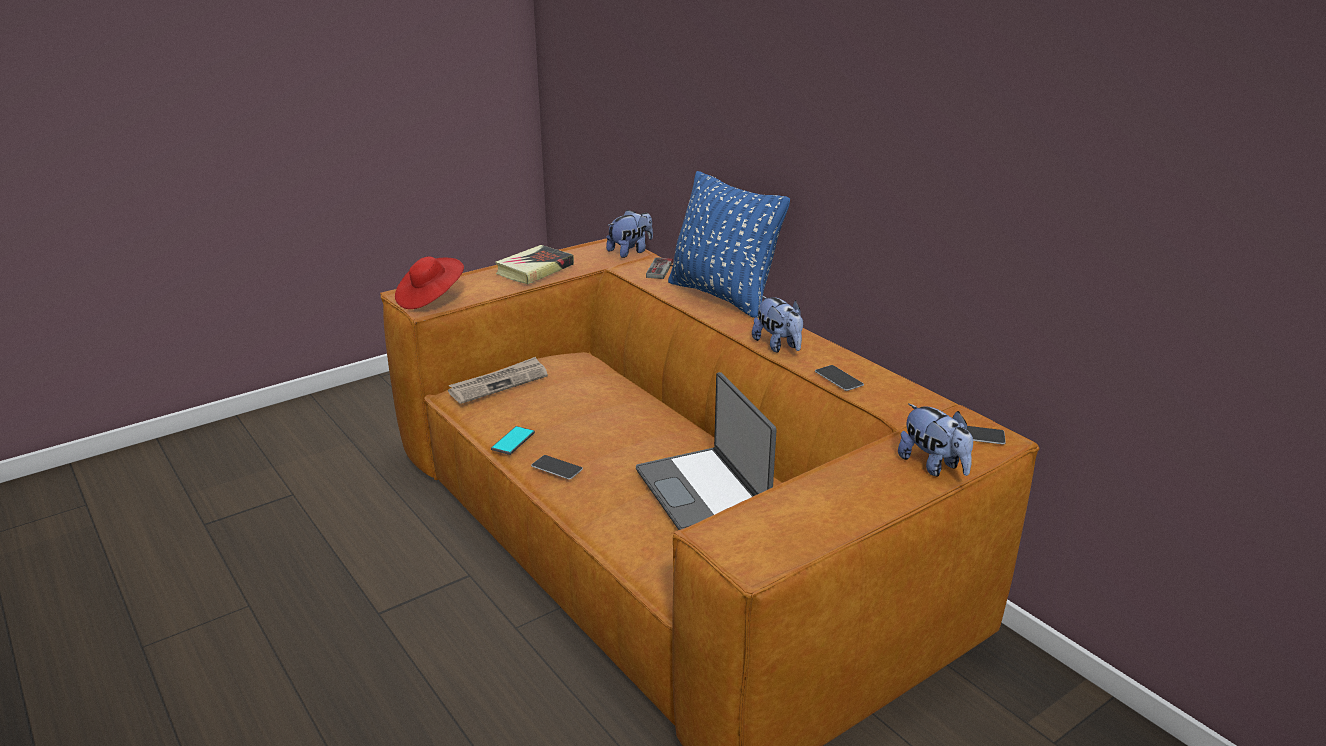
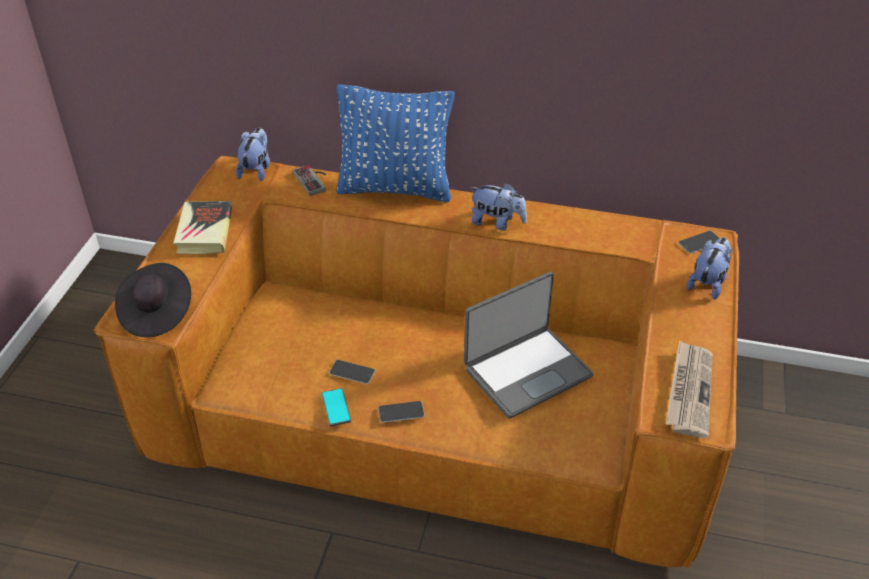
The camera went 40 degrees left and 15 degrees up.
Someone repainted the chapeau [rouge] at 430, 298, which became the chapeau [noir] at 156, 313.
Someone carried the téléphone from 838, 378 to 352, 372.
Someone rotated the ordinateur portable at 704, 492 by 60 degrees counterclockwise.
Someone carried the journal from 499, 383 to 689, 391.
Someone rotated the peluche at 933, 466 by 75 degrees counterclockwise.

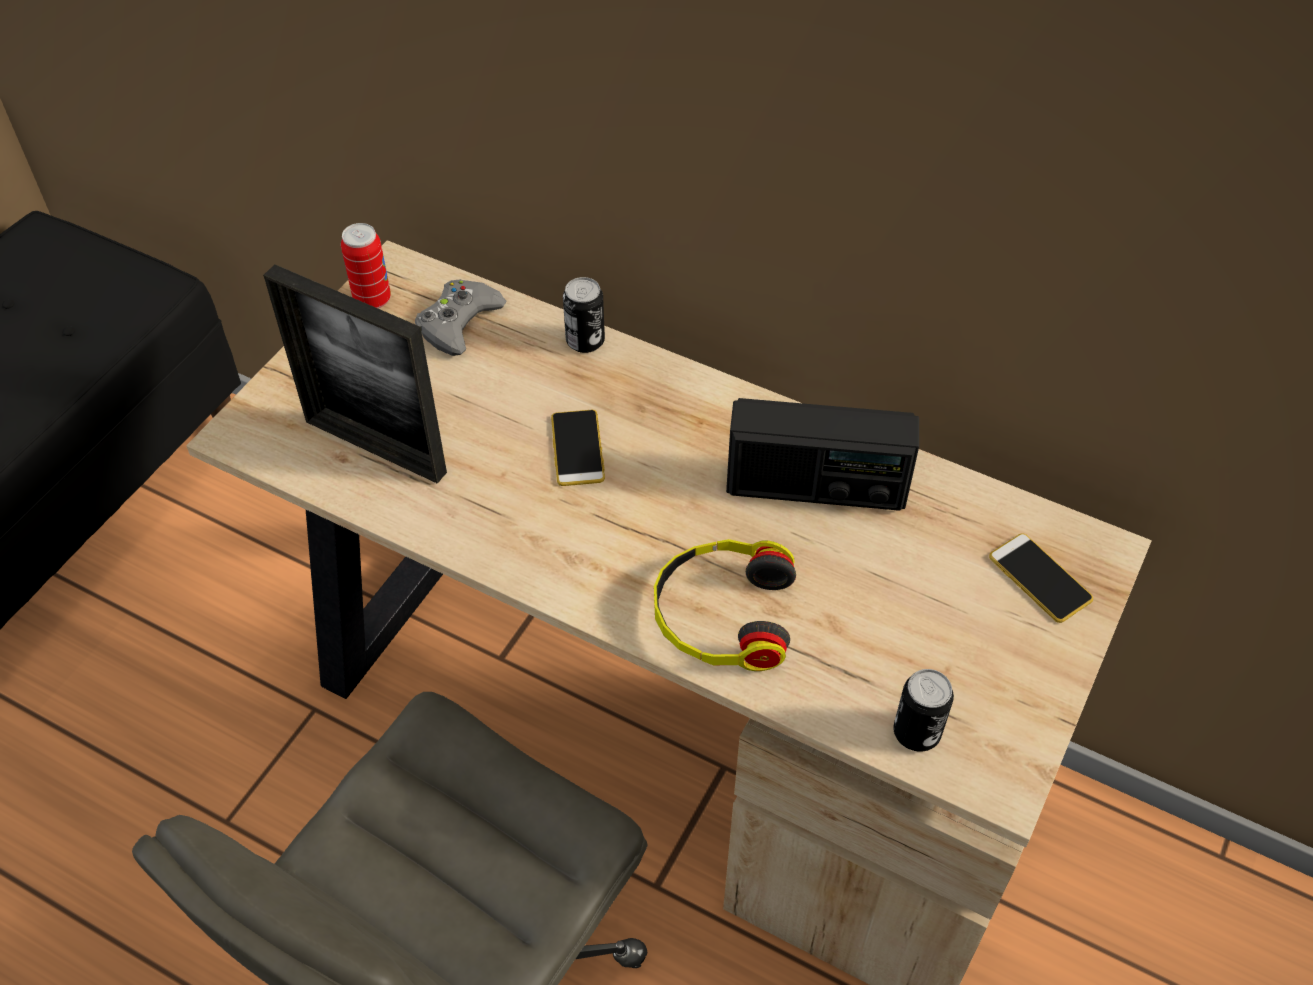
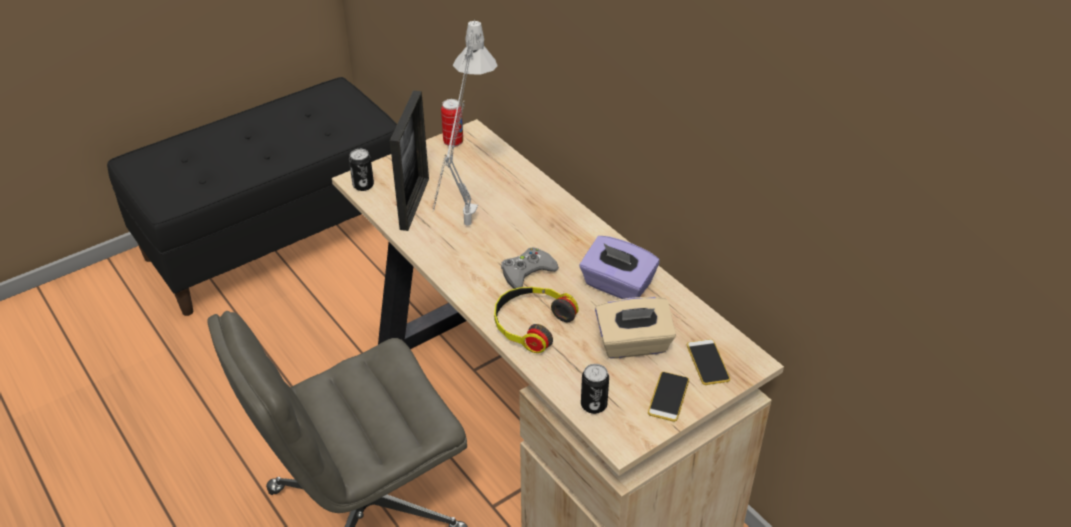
The camera went 25 degrees right and 10 degrees down.
Someone carried the boîte métallique from 585, 341 to 363, 185.
Someone rotated the cadre photo at 375, 447 by 135 degrees counterclockwise.
Someone put down the lampe de table [gris] at 465, 232.
Someone carried the manette [gris] from 459, 322 to 527, 272.
Someone swapped the radio at 816, 487 for the boîte à mouchoirs [violet] at 617, 285.
Someone put down the boîte à mouchoirs [beige] at 633, 344.
Someone carried the téléphone from 577, 448 to 668, 397.

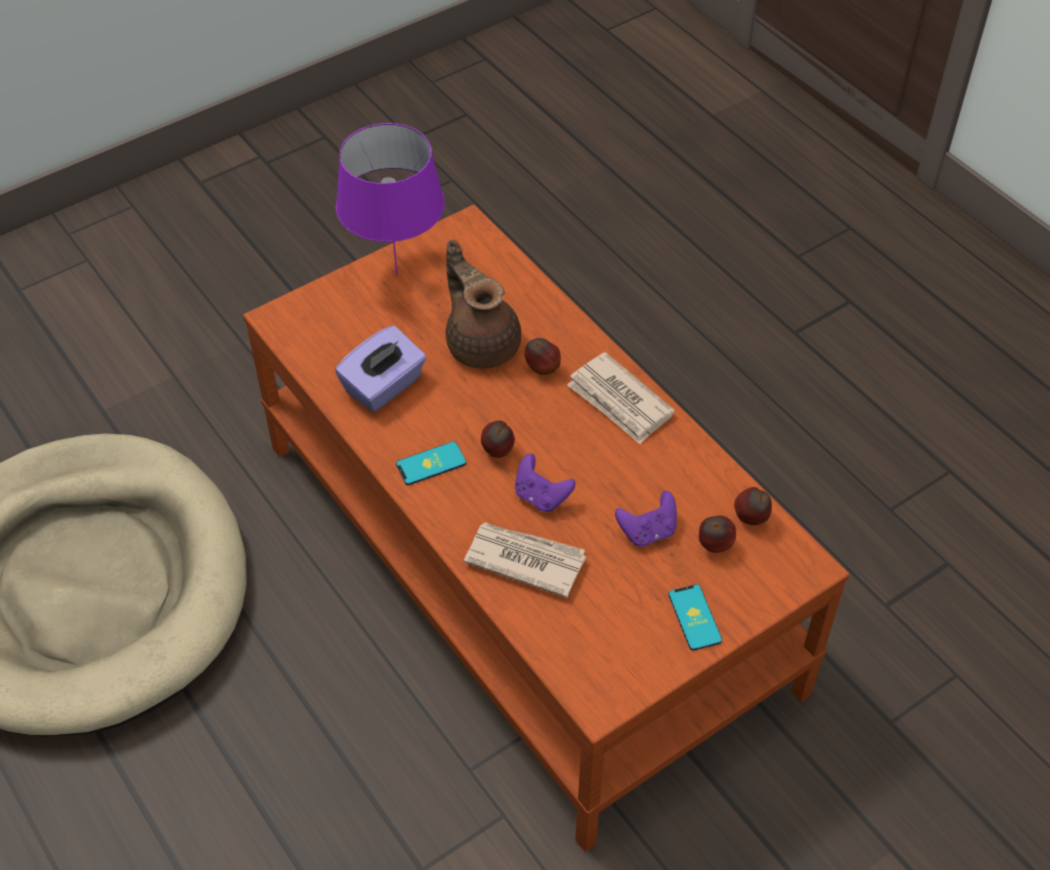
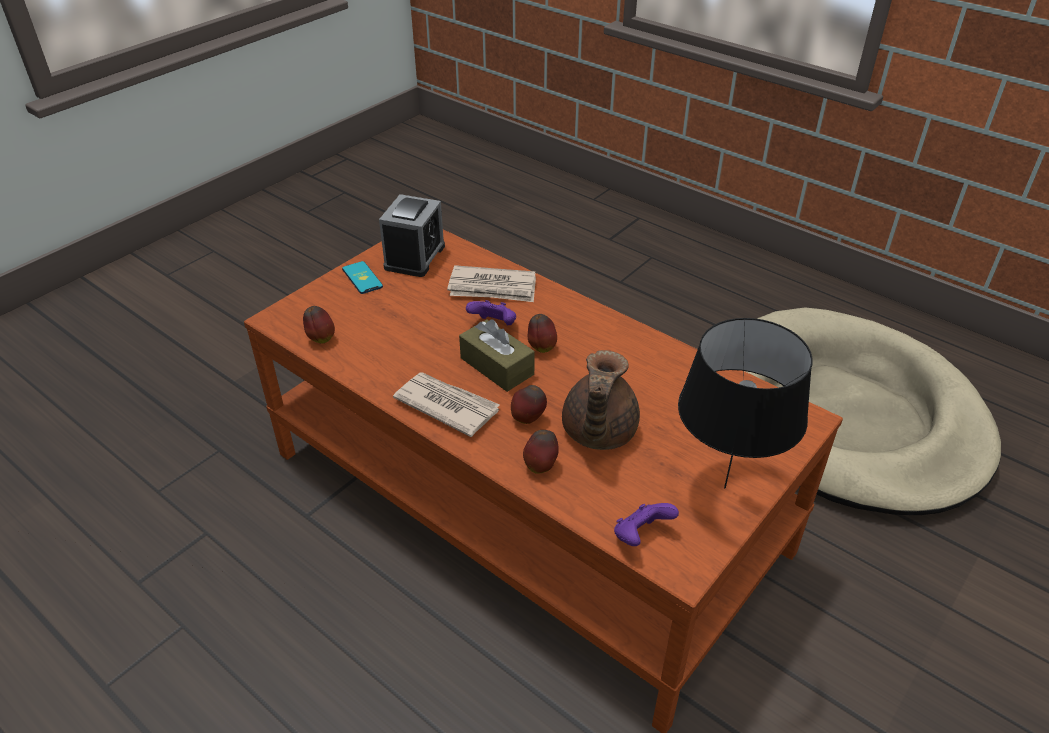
The camera went 165 degrees right and 10 degrees down.
Someone put down the réveil at 414, 257.
Someone put down the boîte à mouchoirs [marron] at 497, 366.
Someone carried the pomme from 714, 546 to 541, 466.
Someone rotated the théière [marron] at 482, 343 by 60 degrees clockwise.
Someone carried the manette [violet] from 648, 532 to 641, 536.
Someone repainted the lampe de table [violet] at 397, 275, which became the lampe de table [noir] at 723, 487.
Someone took away the boîte à mouchoirs [violet] at 384, 386.
Someone took away the téléphone at 431, 464.

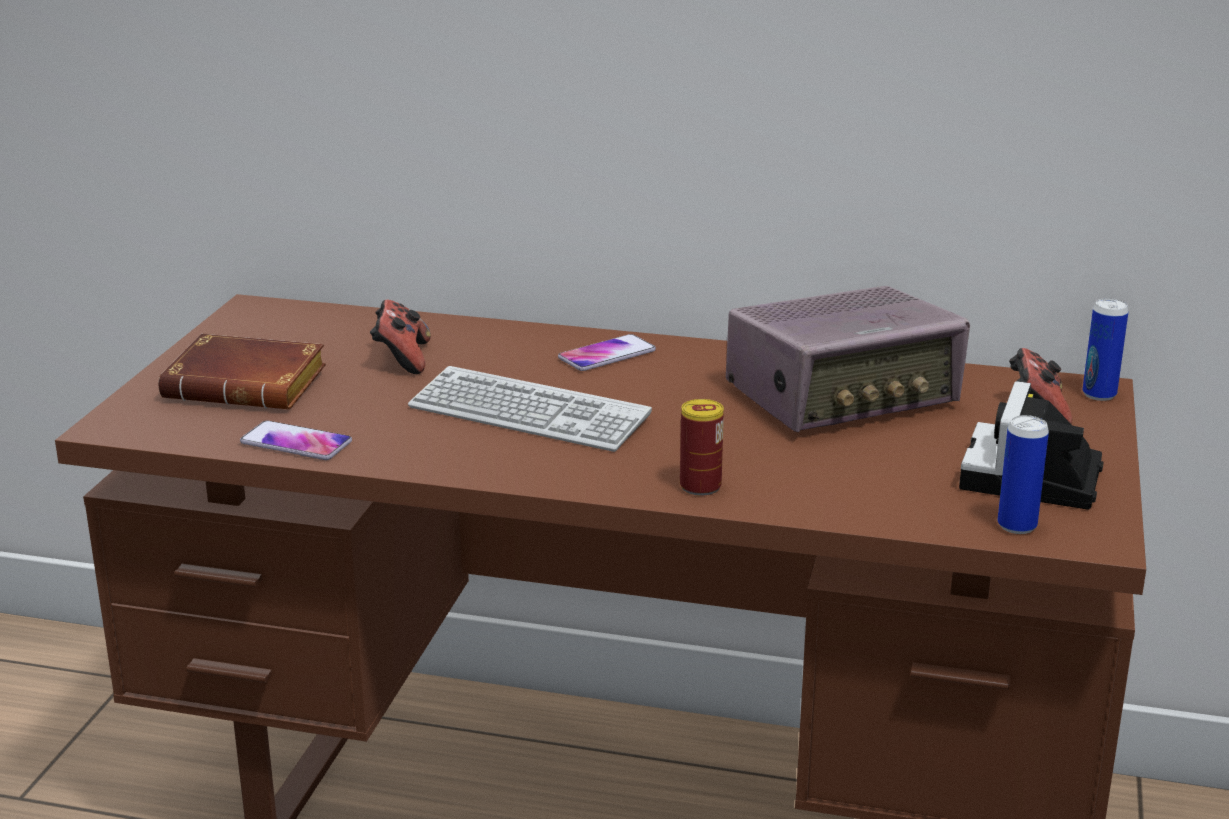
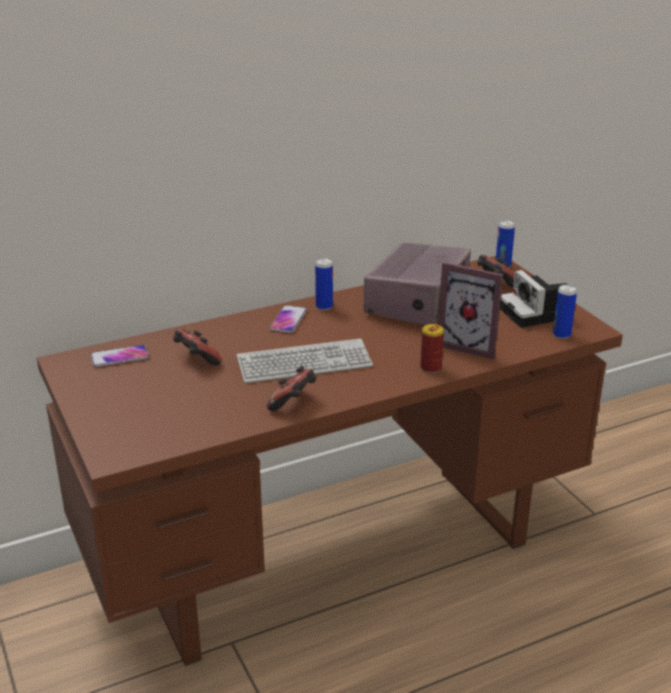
The camera went 40 degrees left and 5 degrees up.
Someone carried the téléphone from 296, 443 to 119, 357.
Someone put down the manette at 293, 403.
Someone put down the boîte métallique at 324, 307.
Someone put down the cadre photo at 470, 345.
Someone took away the livre [marron] at 251, 385.

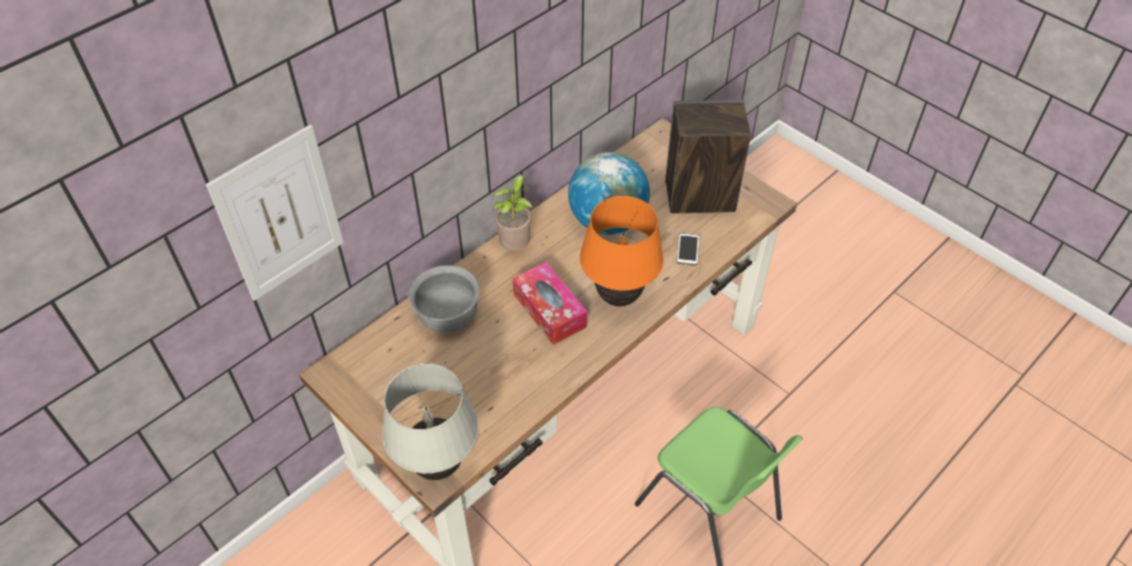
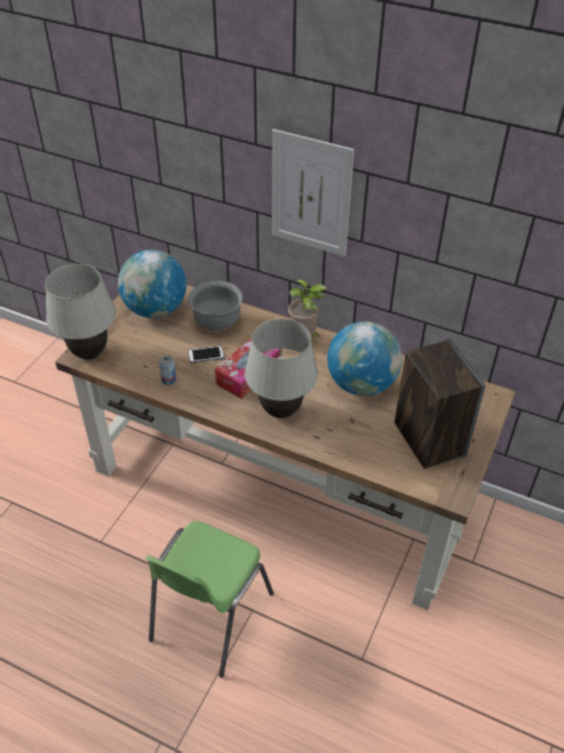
The camera went 70 degrees right and 5 degrees down.
Someone put down the globe at 155, 309.
Someone put down the boîte métallique at 169, 380.
Someone carried the téléphone from 688, 250 to 206, 355.
Someone repainted the lampe de table [orange] at 618, 298, which became the lampe de table [blanc] at 280, 411.
Someone carried the tableau from 279, 215 to 311, 194.

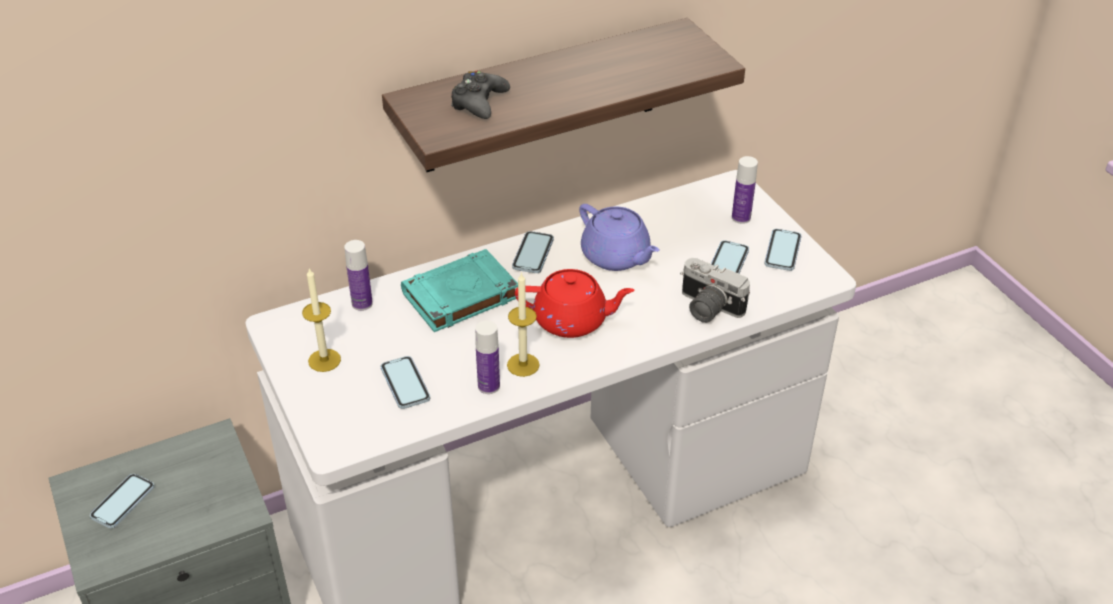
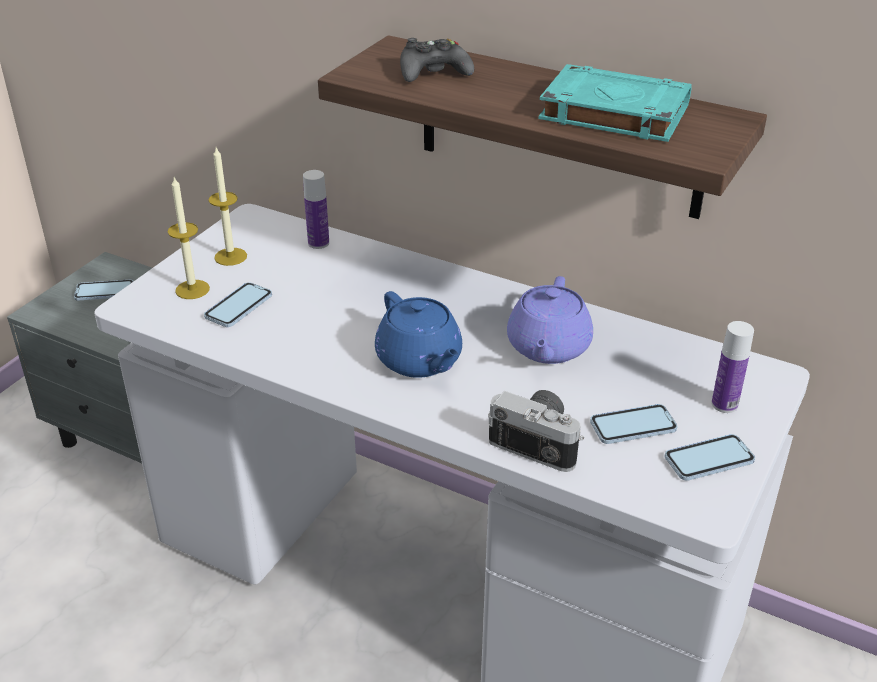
The camera went 55 degrees right and 5 degrees down.
Someone carried the bougie from 523, 365 to 192, 289.
Someone repainted the théière [rouge] at 572, 320, which became the théière [bleu] at 420, 361.
Someone rotated the appareil photo at 706, 308 by 120 degrees clockwise.
Someone carried the livre [turquoise] from 459, 296 to 612, 112.
Someone took away the bouteille at 488, 386.
Someone took away the téléphone at 533, 254.

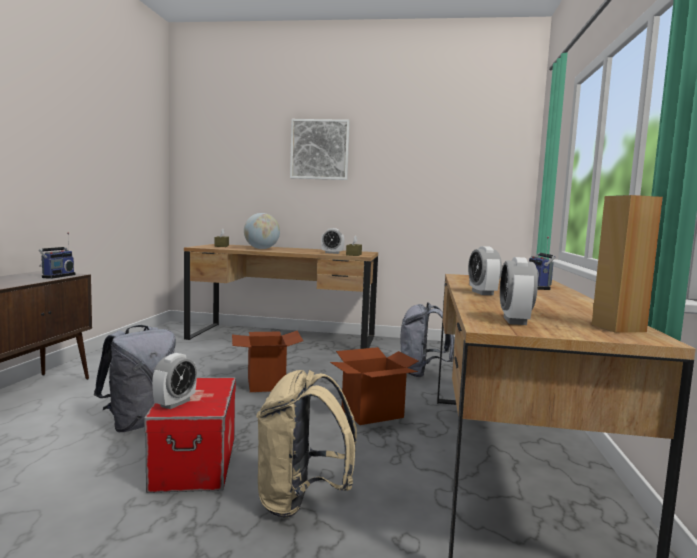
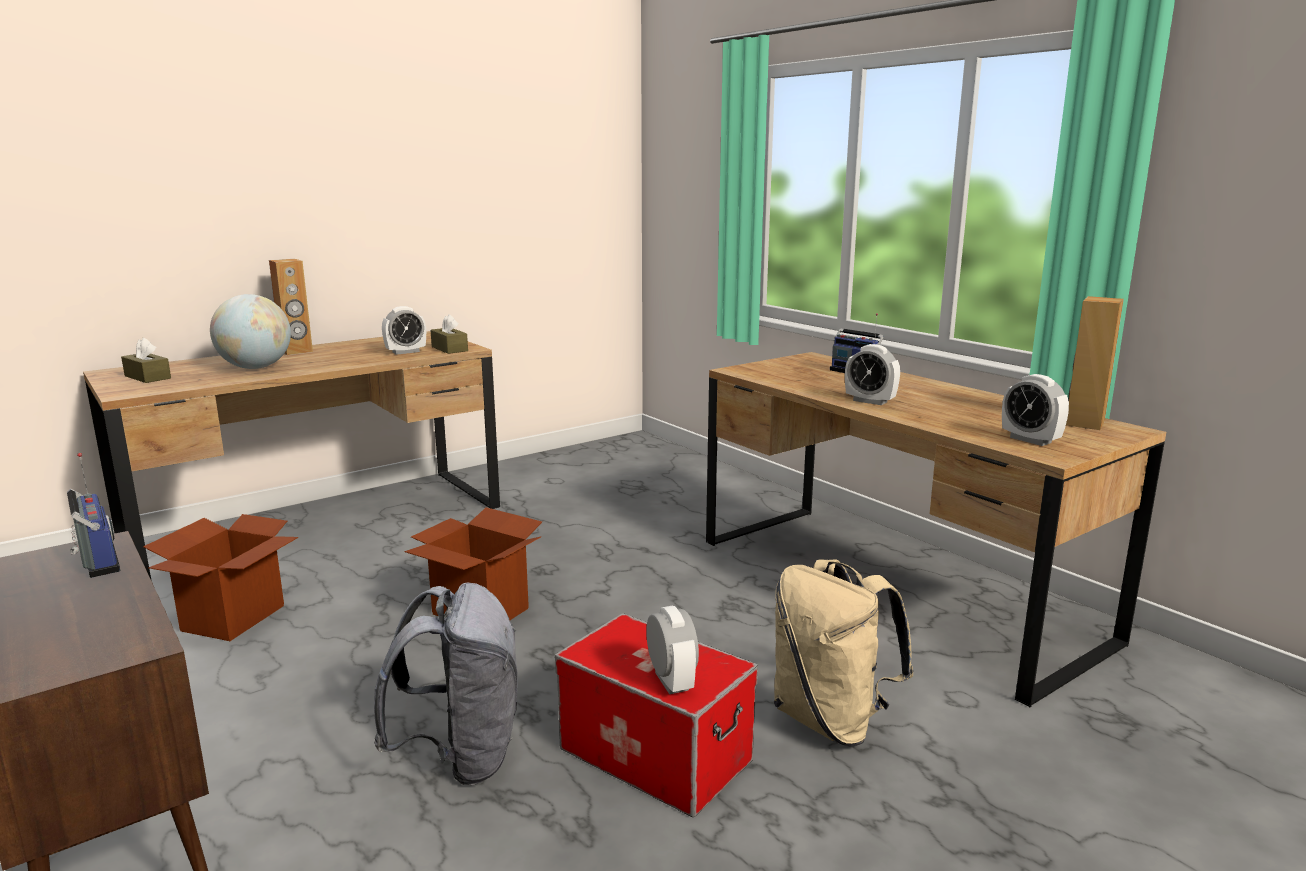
The camera went 45 degrees left and 10 degrees up.
Someone carried the carton from 372, 414 to 233, 618.
Someone put down the enceinte [marron] at 296, 351.
Someone took away the tableau at 319, 149.
Someone took away the sac à dos [gris] at 422, 373.

